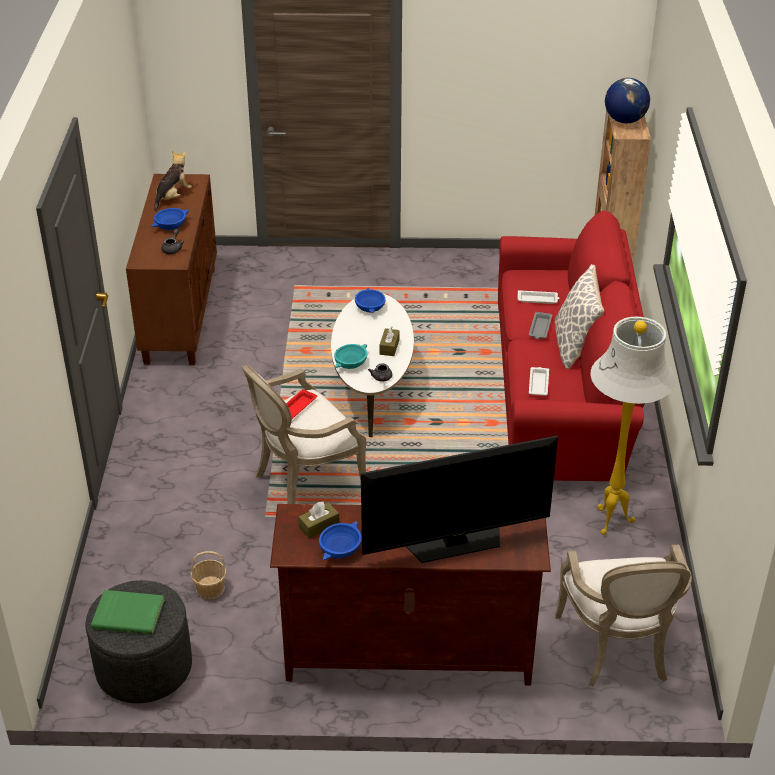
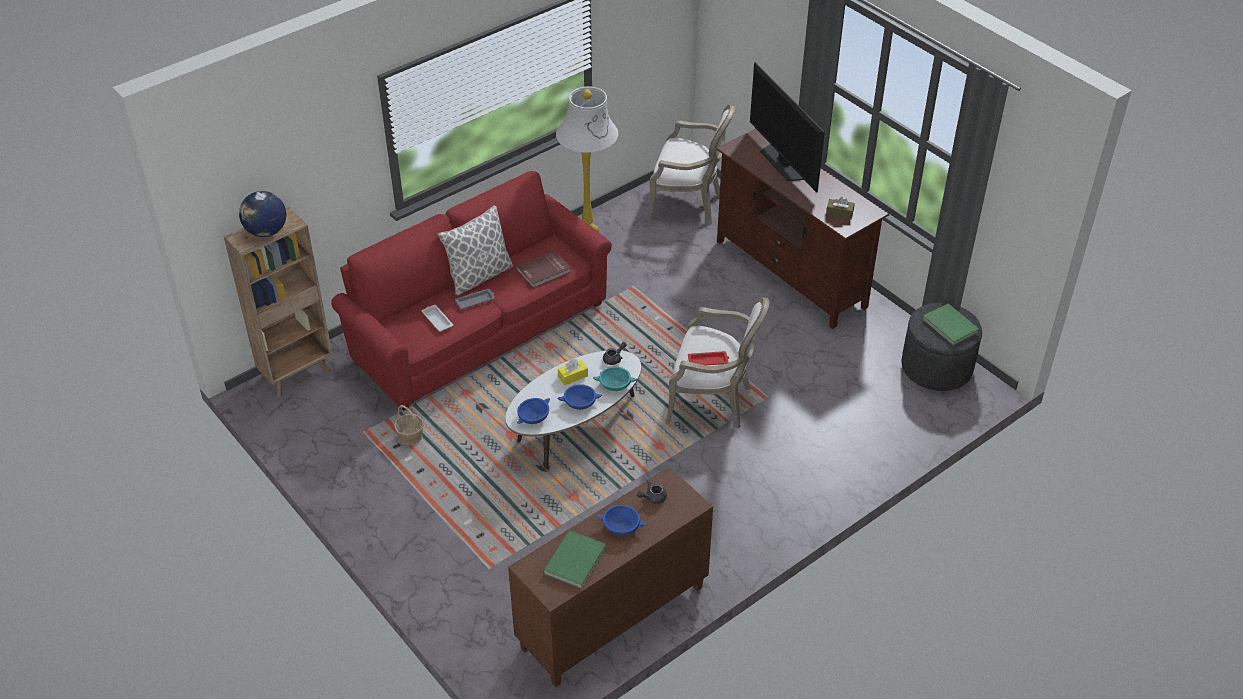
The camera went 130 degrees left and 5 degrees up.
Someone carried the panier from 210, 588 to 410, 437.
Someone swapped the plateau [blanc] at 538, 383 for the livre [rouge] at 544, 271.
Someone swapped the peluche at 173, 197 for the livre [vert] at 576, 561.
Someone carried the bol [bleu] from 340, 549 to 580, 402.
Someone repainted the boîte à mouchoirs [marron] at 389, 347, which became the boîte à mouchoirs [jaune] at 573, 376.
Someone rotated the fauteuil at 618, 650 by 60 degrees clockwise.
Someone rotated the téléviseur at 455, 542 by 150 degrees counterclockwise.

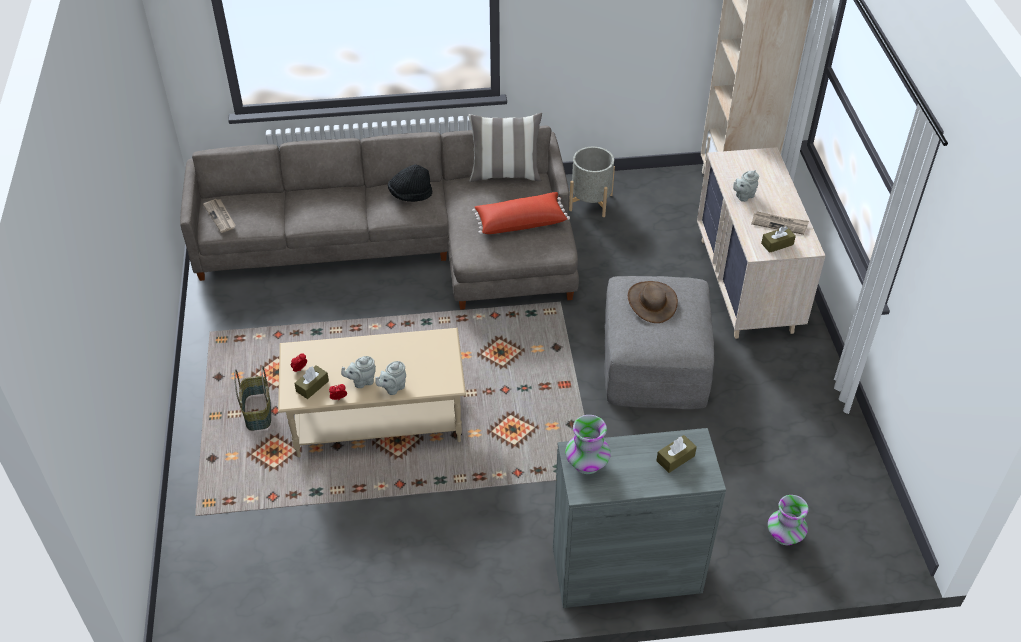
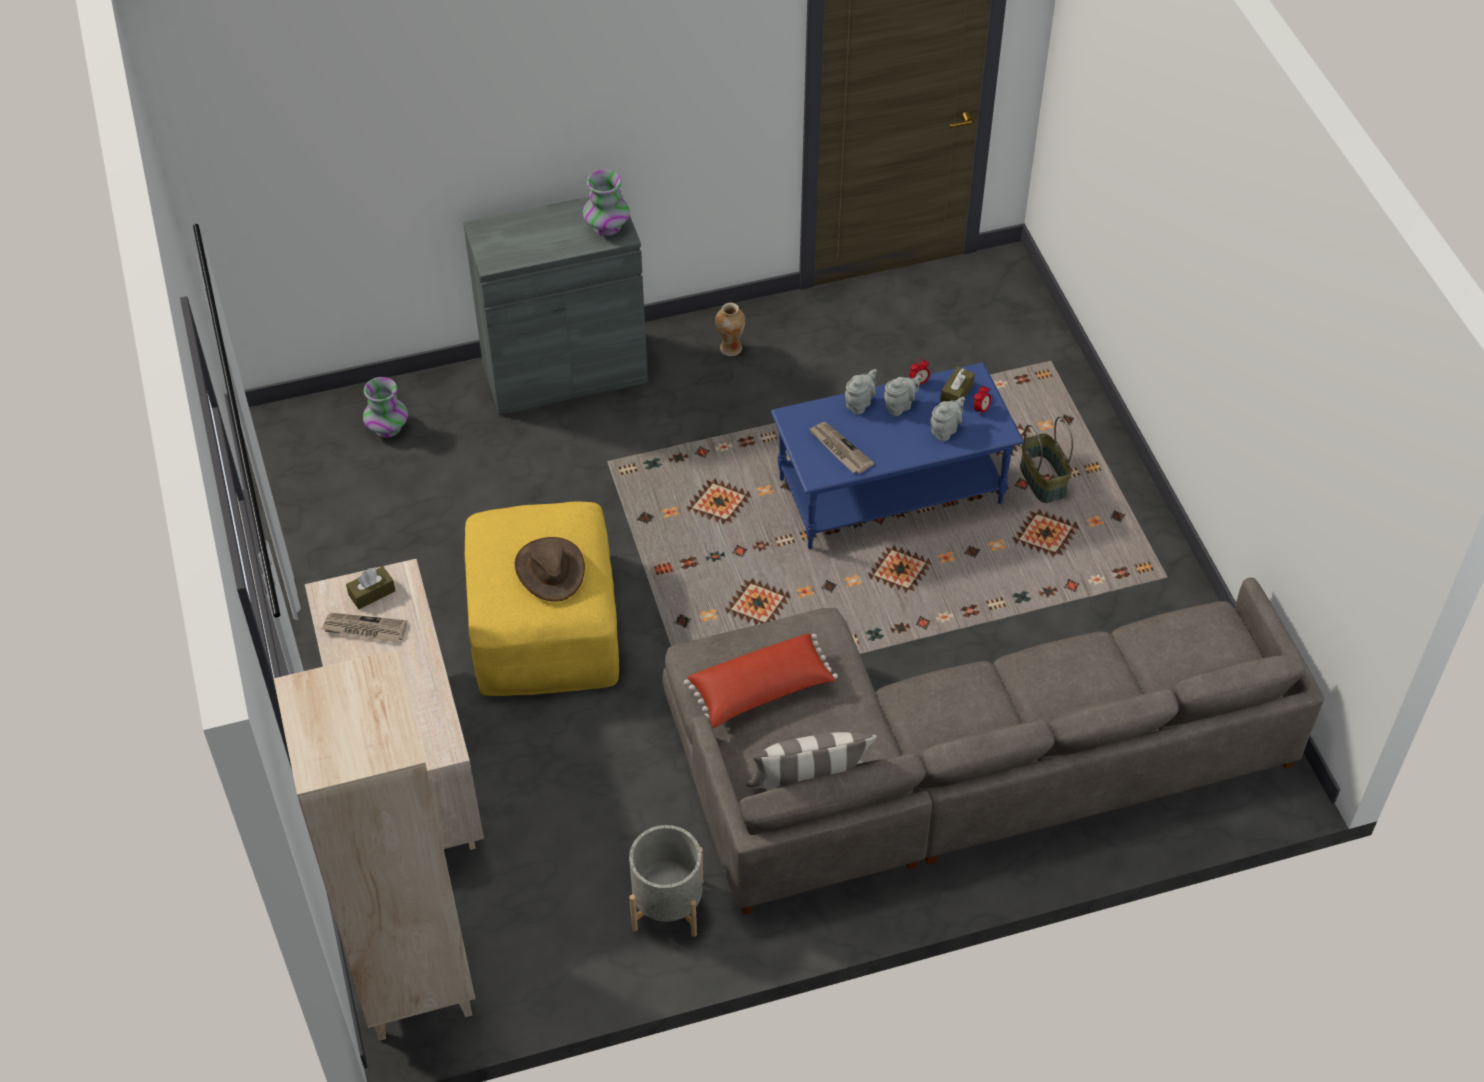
The camera went 170 degrees right and 5 degrees up.
Someone repainted the pouf [gris] at 655, 360, which became the pouf [jaune] at 543, 622.
Someone put down the vase at 730, 348.
Someone repainted the table basse [beige] at 378, 419, which became the table basse [bleu] at 890, 492.
Someone carried the journal from 220, 216 to 839, 449.
Someone carried the théière [gris] from 743, 196 to 945, 430.
Someone took away the chapeau [noir] at 410, 195.
Someone took away the boîte à mouchoirs [marron] at 675, 458.

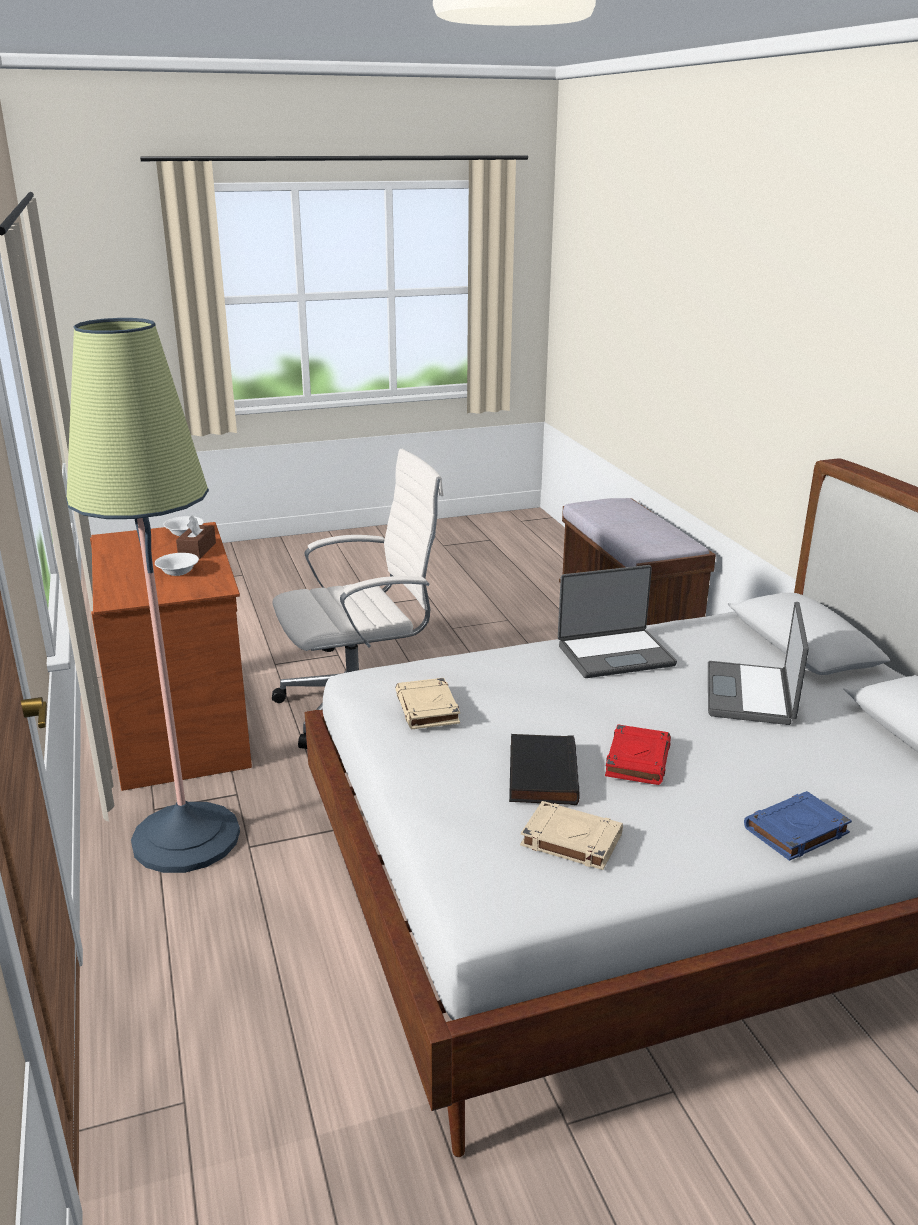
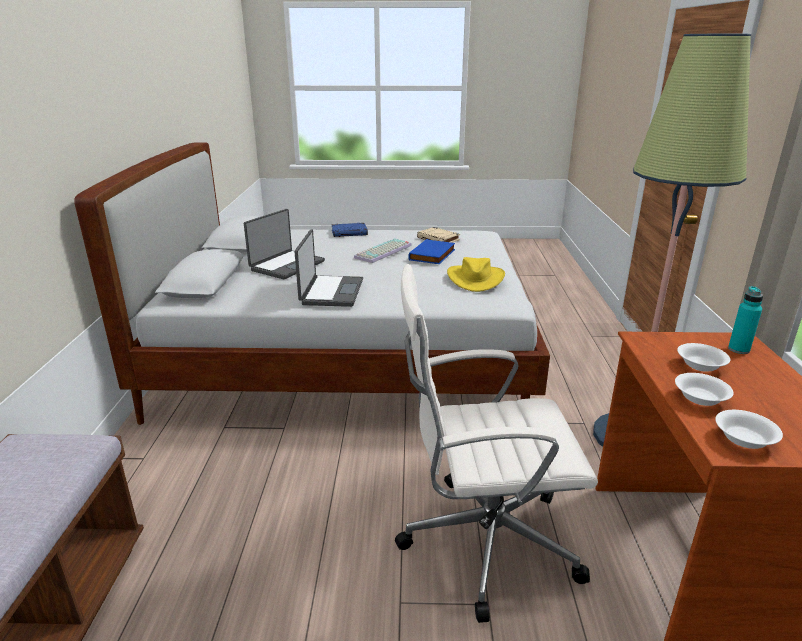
The camera went 160 degrees left and 0 degrees up.
Someone rotated the ordinateur portable at 614, 654 by 90 degrees clockwise.
Someone swapped the livre [rouge] at 637, 759 for the clavier at 383, 252.
Someone repainted the livre [noir] at 540, 774, which became the livre [bleu] at 433, 255.
Someone swapped the livre [beige] at 428, 709 for the chapeau [jaune] at 475, 278.
Someone swapped the boîte à mouchoirs [marron] at 197, 550 for the bol [blanc] at 699, 398.
Someone put down the bouteille [turquoise] at 738, 349.

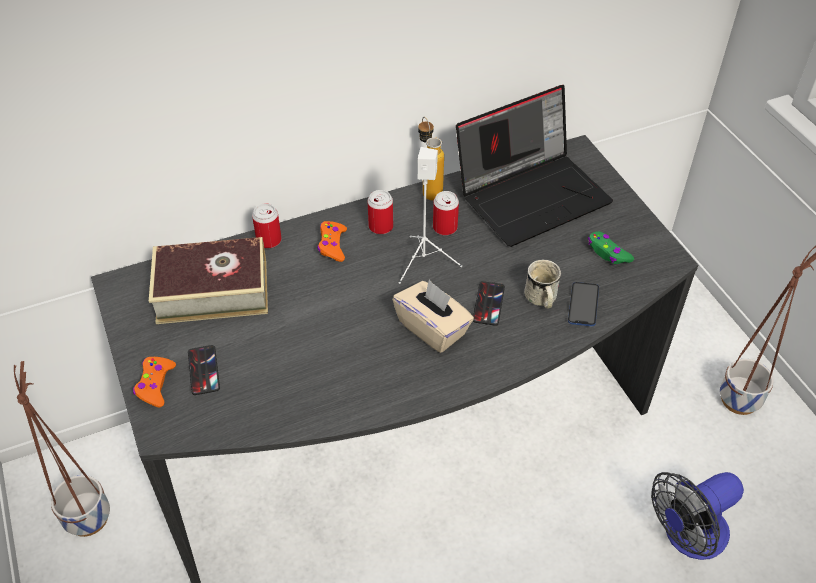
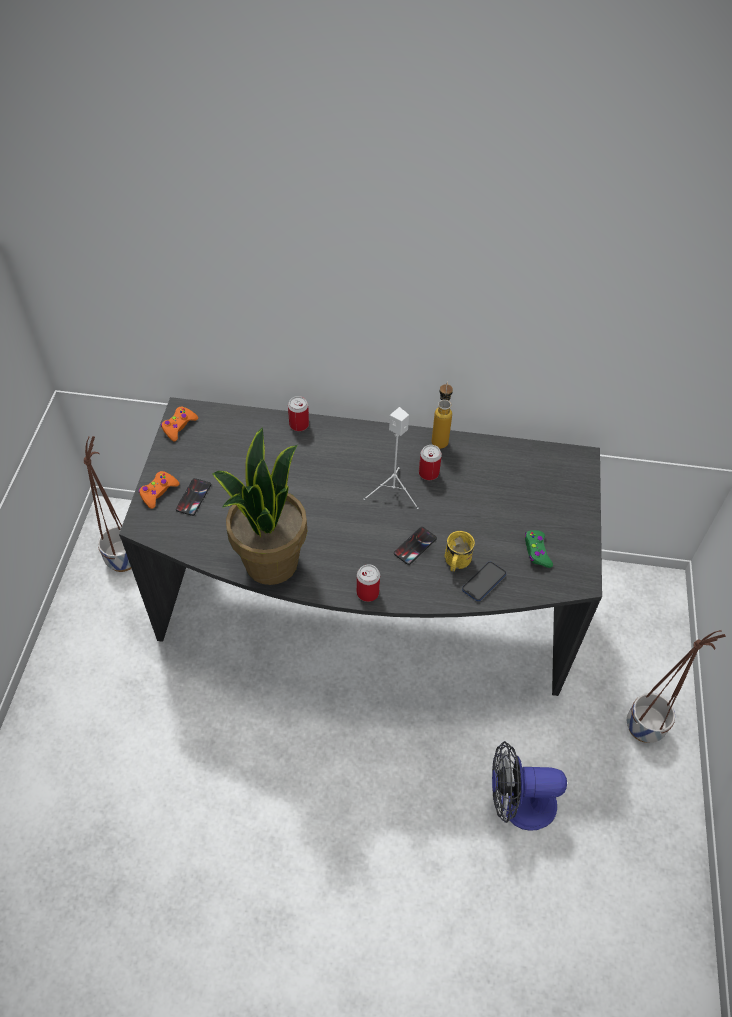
The camera went 30 degrees right and 5 degrees up.
Someone carried the manette [orange] from 332, 245 to 179, 426.
Someone put down the plante en pot at 270, 561.
Someone carried the boîte métallique from 381, 226 to 367, 592.
Someone repainted the mug [blanc] at 541, 300, which became the mug [jaune] at 455, 562.
Someone took away the livre at 212, 290.
Someone took away the boîte à mouchoirs [beige] at 432, 328.
Someone took away the ordinateur portable at 532, 194.

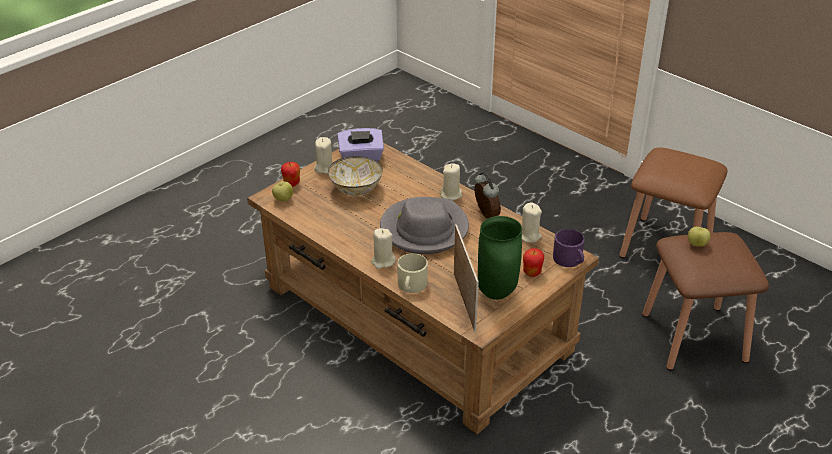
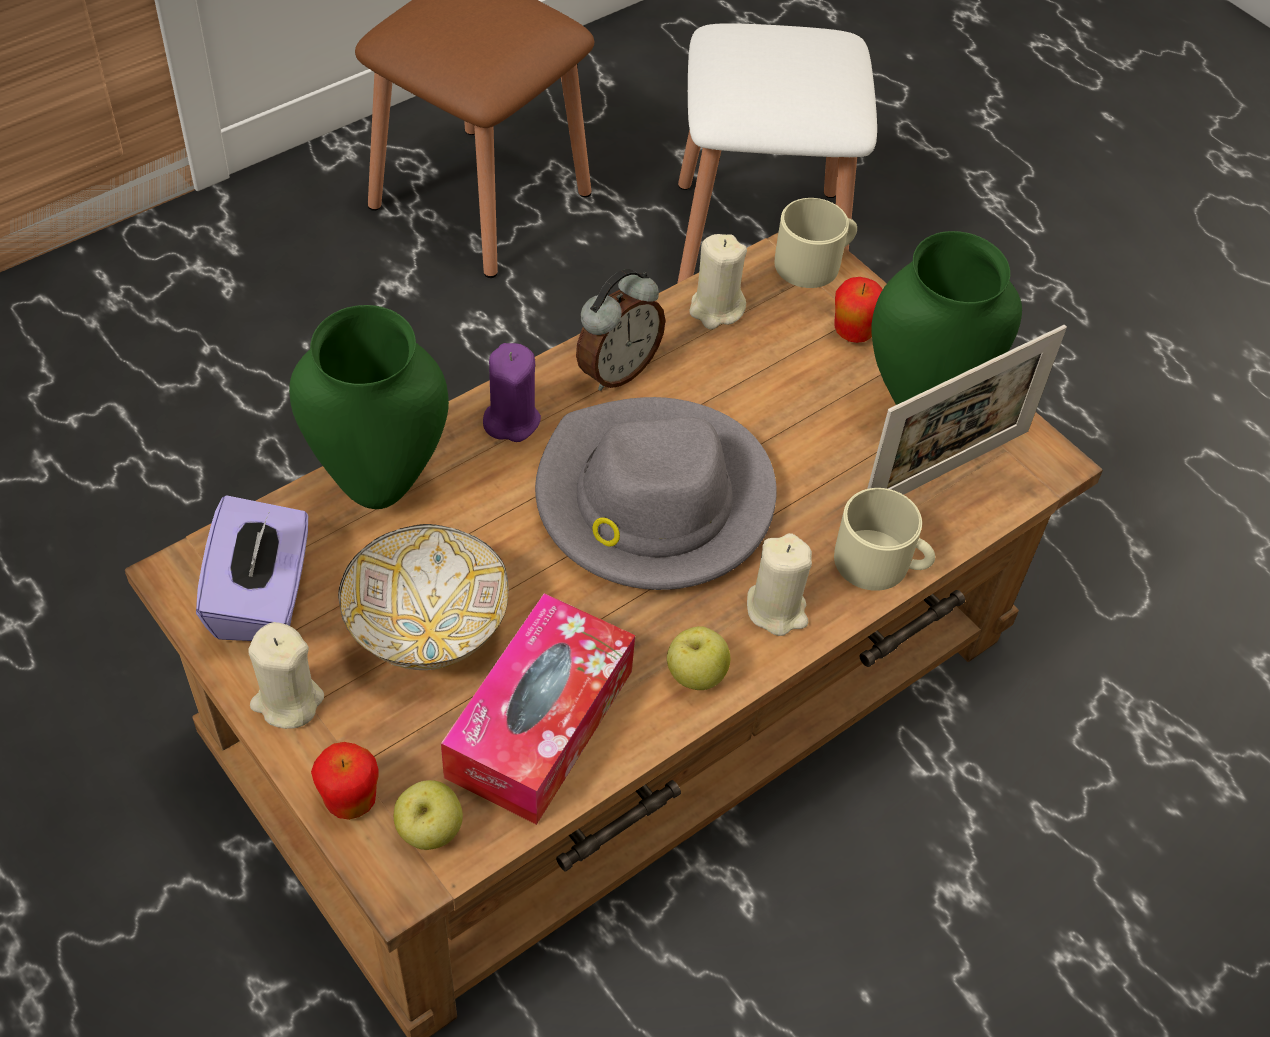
The camera went 85 degrees left and 15 degrees up.
Someone put down the vase [vert] at 380, 484.
Someone put down the boîte à mouchoirs at 540, 723.
Someone repainted the bougie [beige] at 451, 194, which became the bougie [violet] at 511, 420.
Someone rotated the réveil at 485, 215 by 150 degrees clockwise.
Someone carried the pomme from 697, 244 to 695, 675.
Someone repainted the tabouret [marron] at 694, 337, which became the tabouret [blanc] at 758, 240.
Someone repainted the mug [violet] at 569, 260, which became the mug [beige] at 814, 262.
Someone rotated the cadre photo at 464, 301 by 150 degrees clockwise.

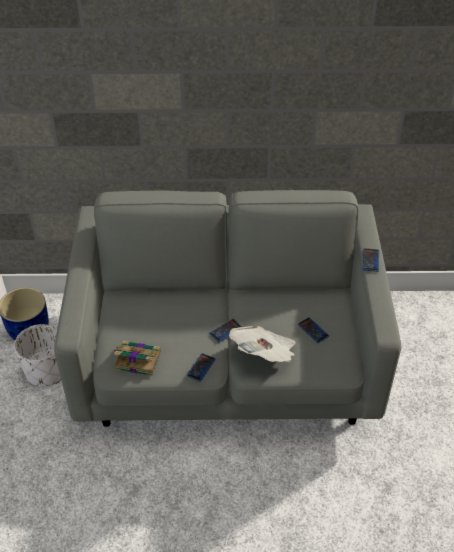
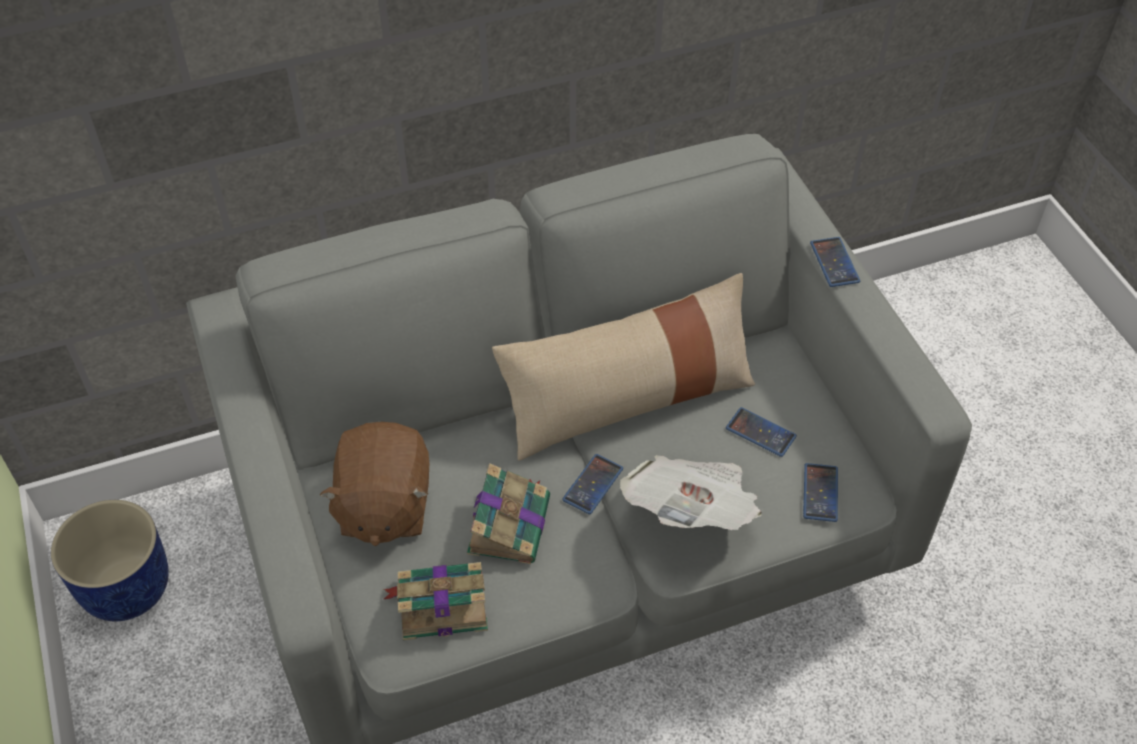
The camera went 20 degrees left and 5 degrees up.
Someone put down the peluche [marron] at 383, 506.
Someone put down the livre at 509, 523.
Someone put down the coussin [beige] at 628, 400.
Someone carried the téléphone from 201, 367 to 820, 493.
Someone took away the cache-pot [blanc] at 46, 371.

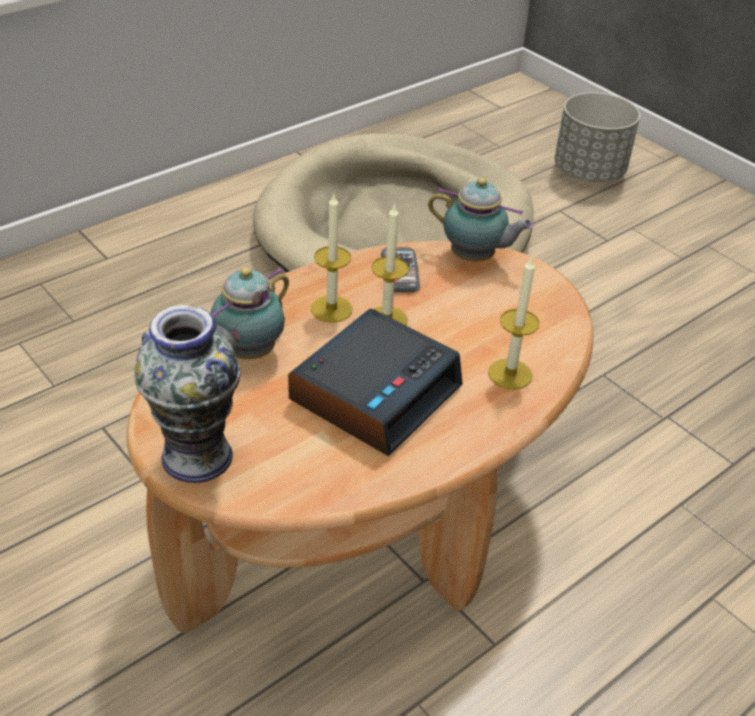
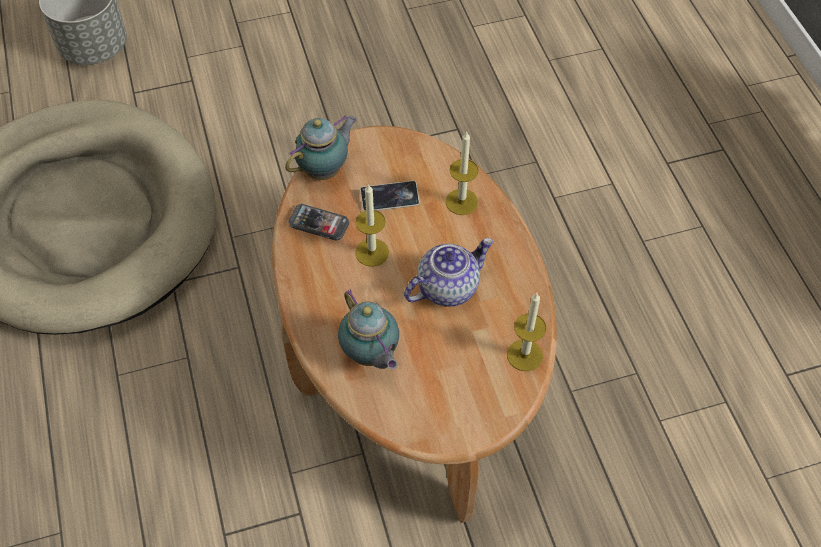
The camera went 65 degrees left and 15 degrees up.
Someone put down the téléphone at 389, 199.
Someone swapped the réveil at 375, 392 for the théière at 447, 287.
Someone carried the bougie from 331, 309 to 524, 355.
Someone took away the vase at 197, 456.

